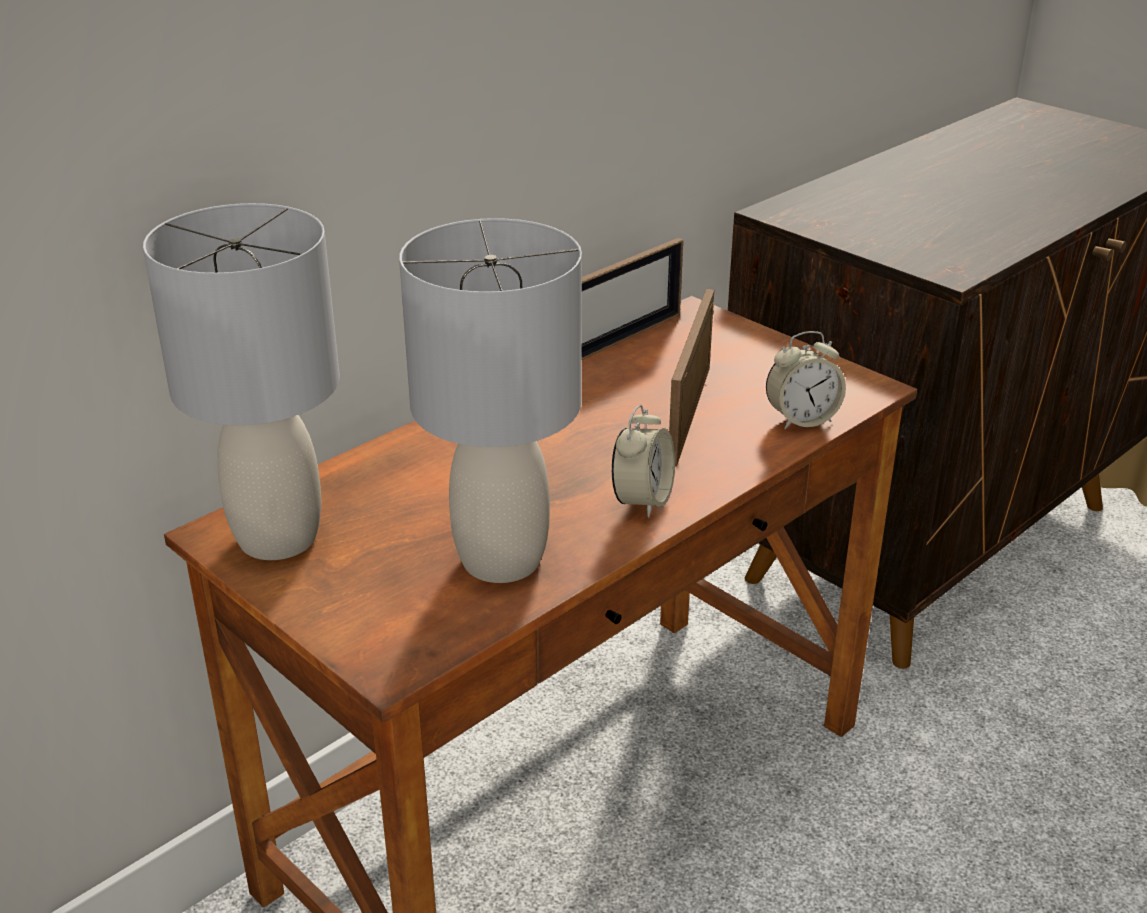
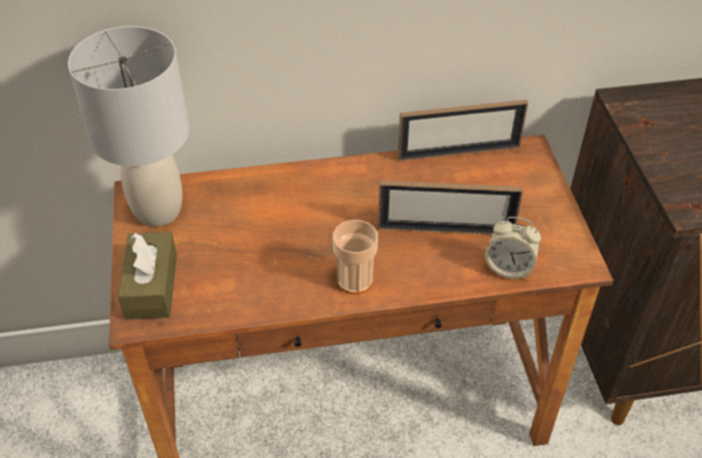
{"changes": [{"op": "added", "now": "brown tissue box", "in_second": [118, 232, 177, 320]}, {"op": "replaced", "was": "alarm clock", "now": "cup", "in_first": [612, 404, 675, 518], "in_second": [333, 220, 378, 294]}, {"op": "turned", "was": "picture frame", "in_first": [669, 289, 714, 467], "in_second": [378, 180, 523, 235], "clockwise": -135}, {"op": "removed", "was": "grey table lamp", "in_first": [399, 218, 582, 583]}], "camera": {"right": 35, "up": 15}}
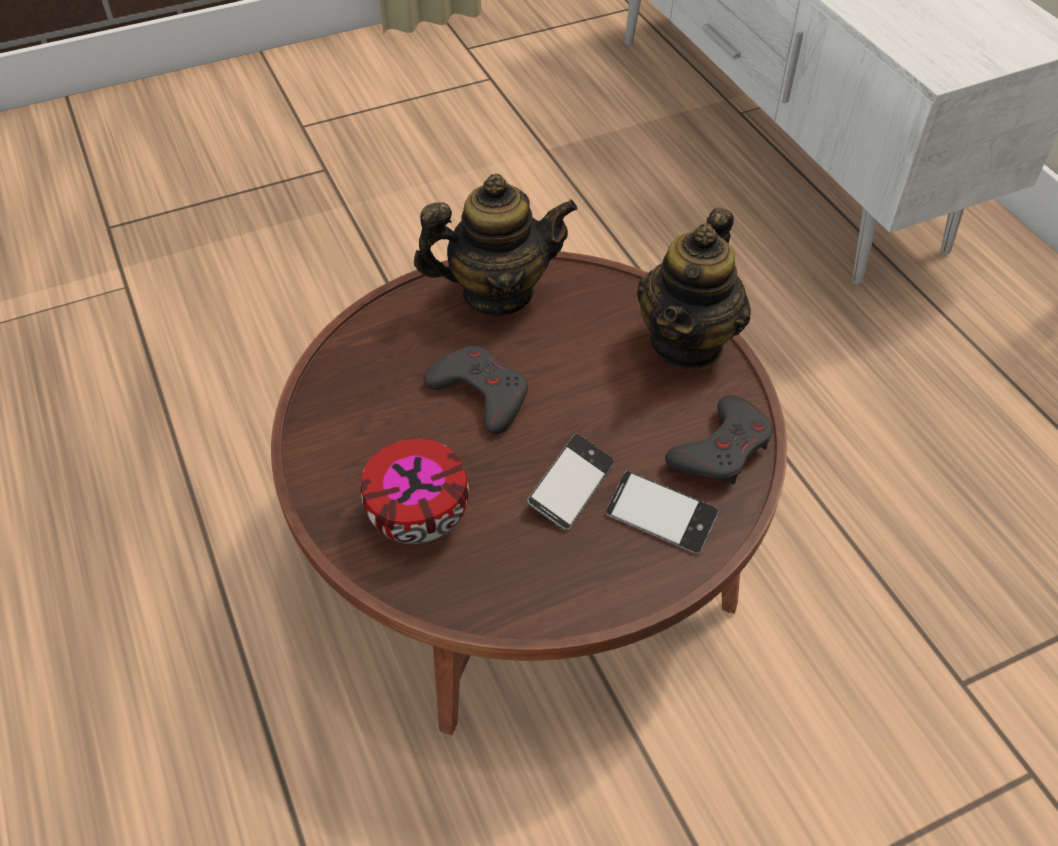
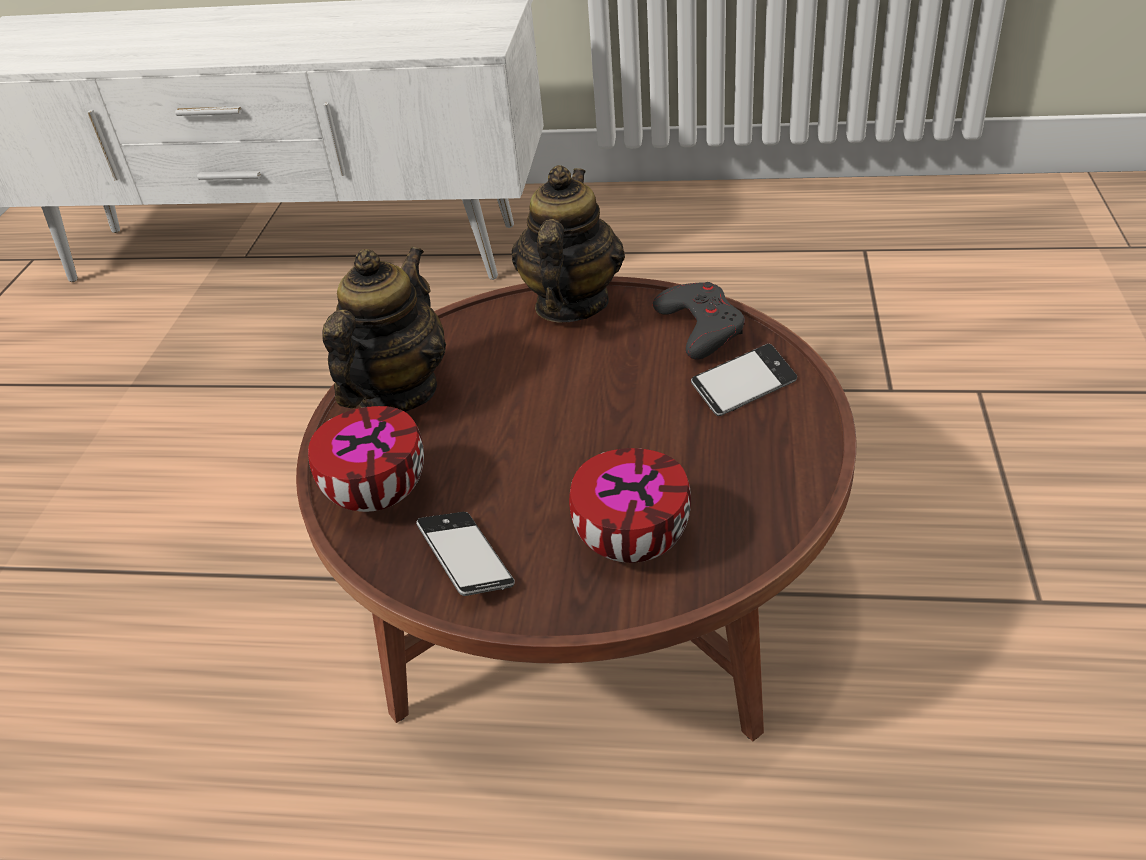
{"changes": [{"op": "added", "now": "bowl", "in_second": [308, 406, 424, 512]}, {"op": "moved", "was": "phone", "in_first": [527, 434, 614, 530], "in_second": [416, 512, 515, 596]}, {"op": "turned", "was": "teapot", "in_first": [637, 207, 751, 370], "in_second": [512, 165, 625, 323], "clockwise": -135}, {"op": "removed", "was": "grey game controller", "in_first": [424, 346, 528, 435]}], "camera": {"right": -55, "up": -10}}
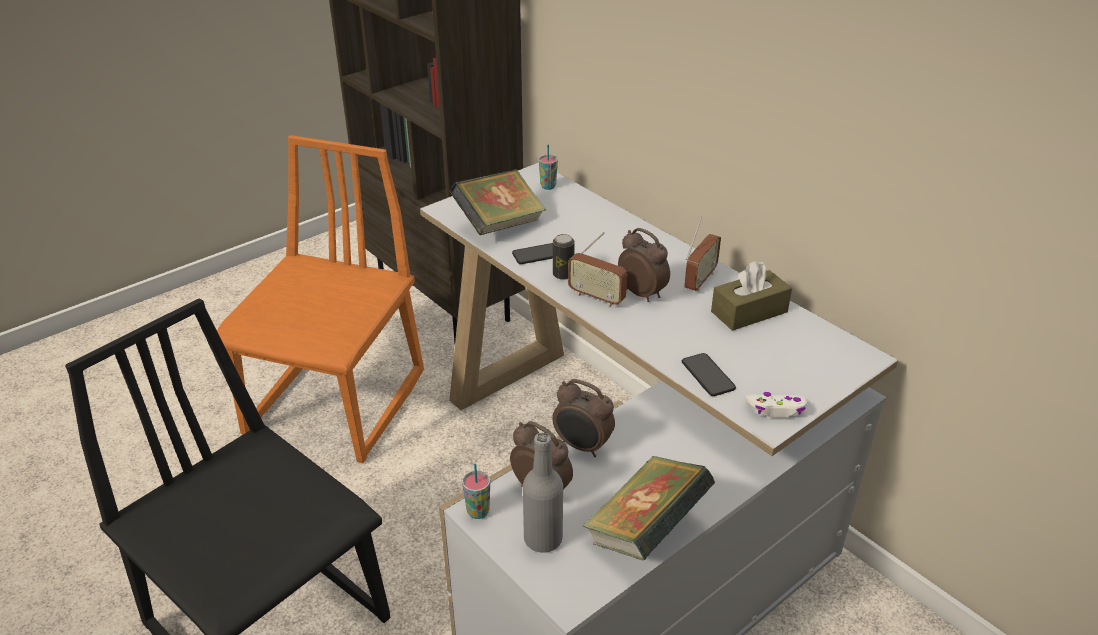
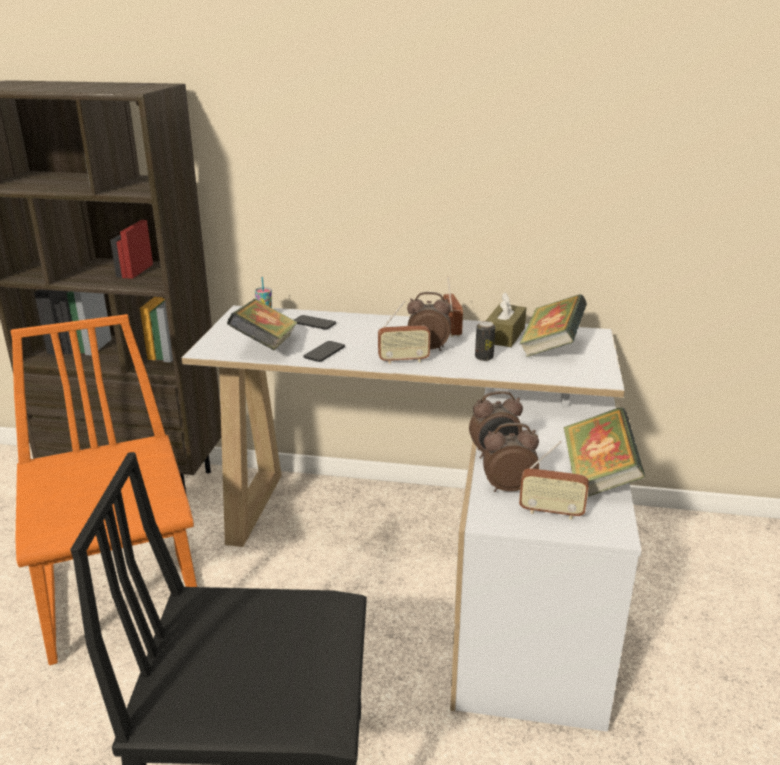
{"changes": [{"op": "moved", "was": "phone", "in_first": [682, 353, 736, 396], "in_second": [294, 315, 336, 330]}, {"op": "moved", "was": "can", "in_first": [553, 234, 575, 280], "in_second": [475, 321, 495, 361]}, {"op": "added", "now": "book", "in_second": [519, 294, 587, 357]}, {"op": "replaced", "was": "grey bottle", "now": "radio", "in_first": [523, 432, 563, 553], "in_second": [519, 441, 589, 519]}, {"op": "removed", "was": "cup", "in_first": [462, 464, 490, 519]}, {"op": "removed", "was": "white game controller", "in_first": [745, 392, 807, 418]}], "camera": {"right": -40, "up": -10}}
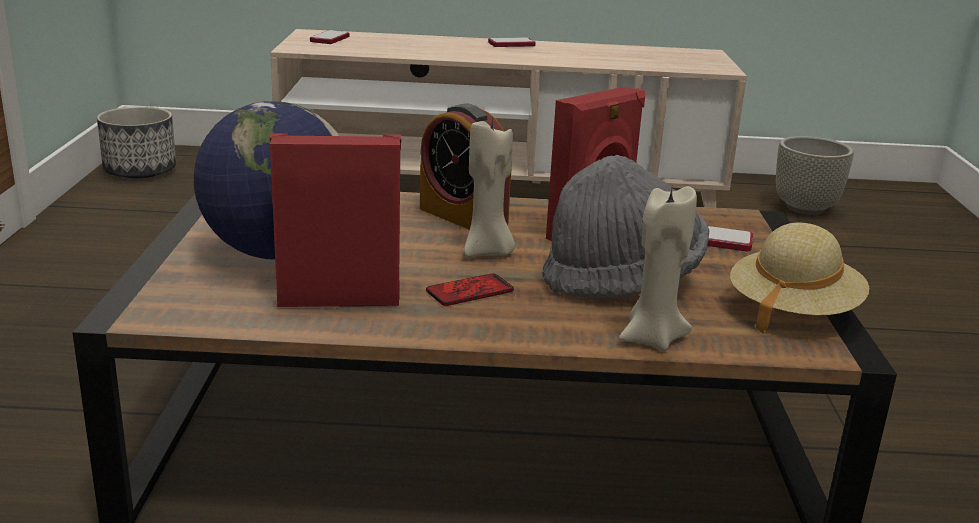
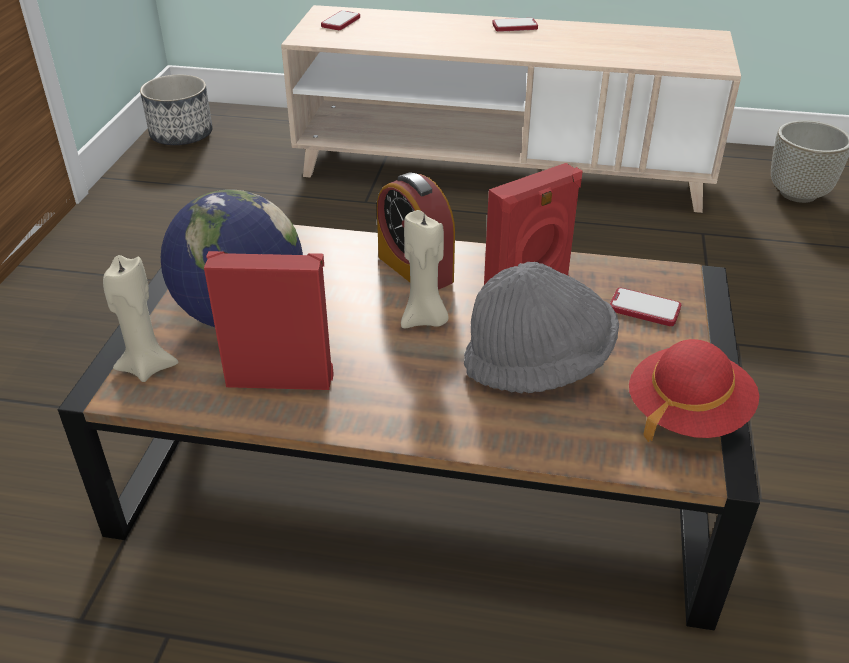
{"changes": [{"op": "moved", "was": "beige candle", "in_first": [619, 186, 697, 352], "in_second": [103, 255, 178, 382]}, {"op": "recoloured", "was": "beige hat", "now": "red hat", "in_first": [730, 223, 869, 333], "in_second": [629, 339, 759, 442]}, {"op": "removed", "was": "phone", "in_first": [426, 273, 514, 306]}], "camera": {"right": 10, "up": 15}}
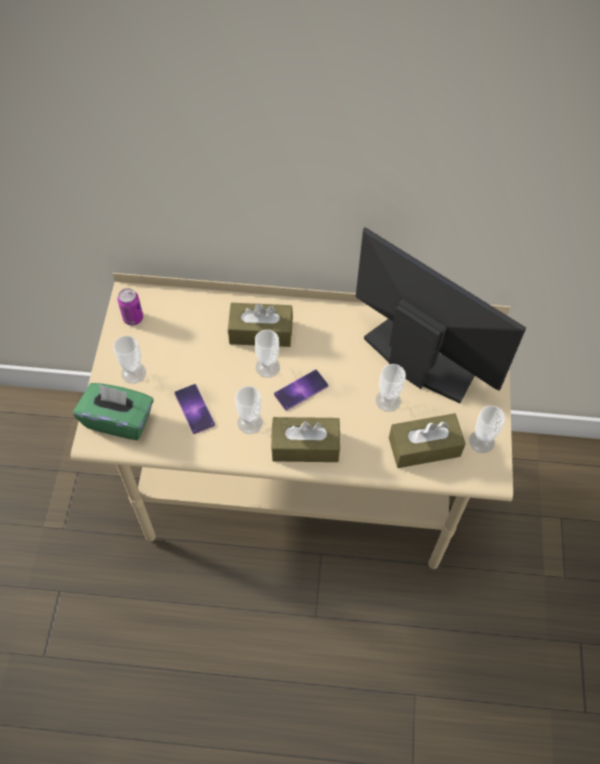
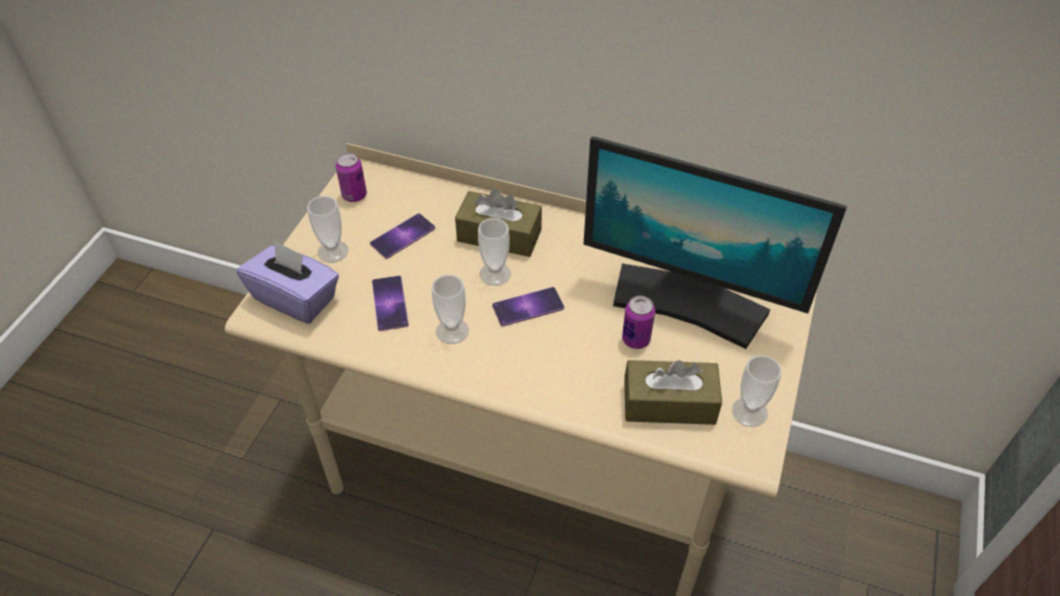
{"changes": [{"op": "recoloured", "was": "green tissue box", "now": "purple tissue box", "in_first": [73, 383, 154, 440], "in_second": [237, 241, 339, 324]}, {"op": "added", "now": "phone", "in_second": [370, 213, 435, 259]}, {"op": "turned", "was": "monitor", "in_first": [356, 227, 526, 404], "in_second": [583, 136, 847, 349], "clockwise": 150}, {"op": "replaced", "was": "cup", "now": "can", "in_first": [376, 364, 406, 412], "in_second": [622, 296, 655, 349]}, {"op": "removed", "was": "brown tissue box", "in_first": [271, 417, 340, 462]}], "camera": {"right": 15, "up": -10}}
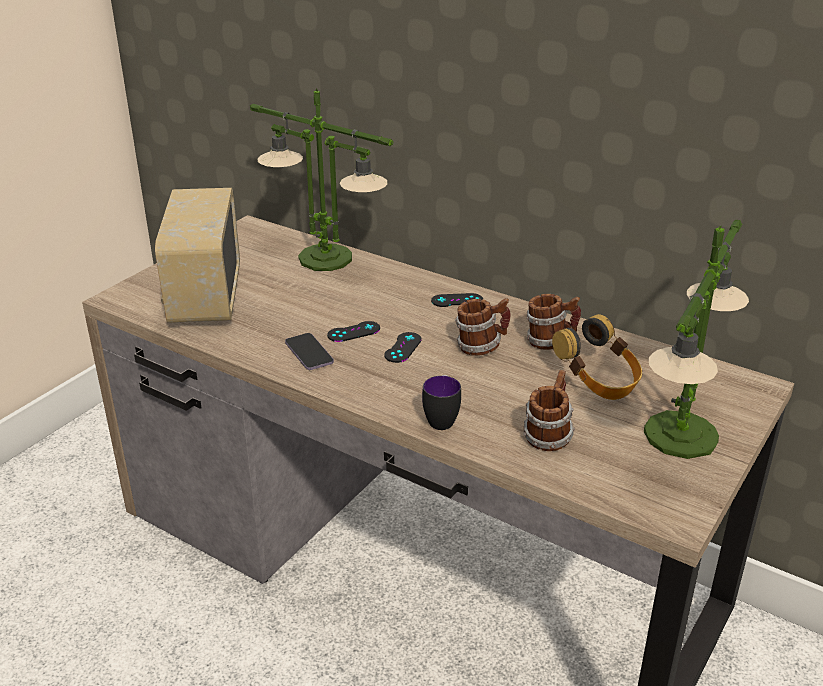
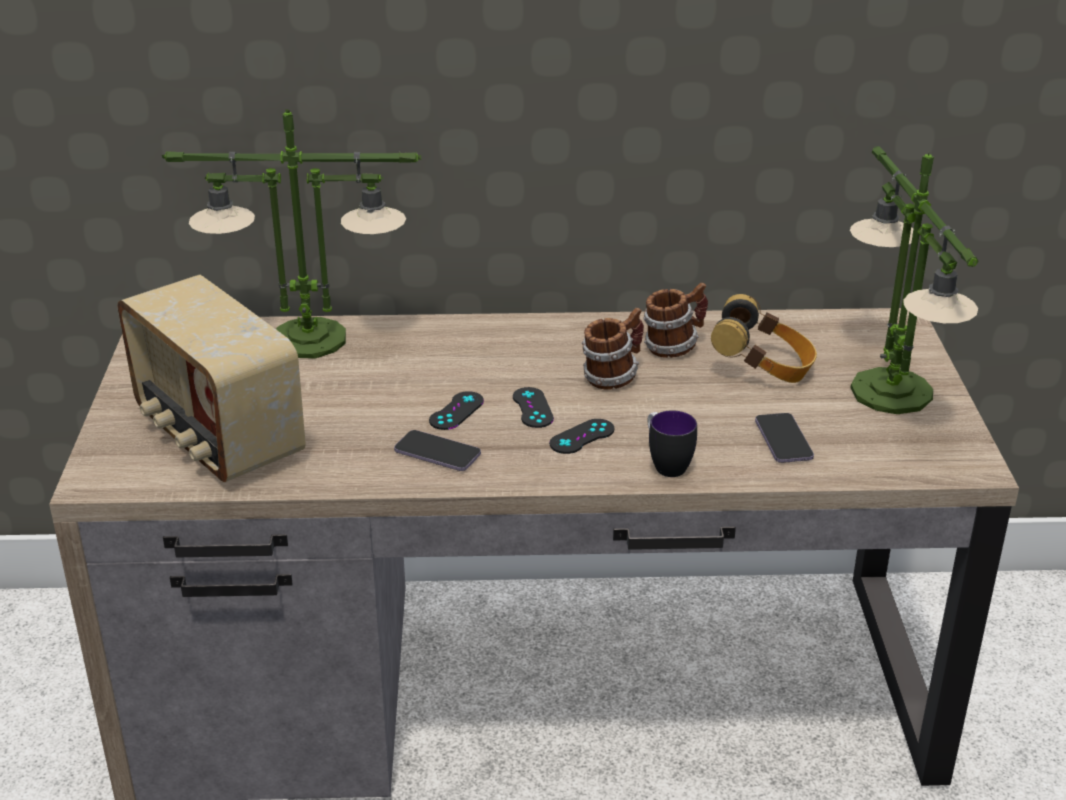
{"changes": [{"op": "moved", "was": "black game controller", "in_first": [431, 293, 483, 307], "in_second": [549, 419, 614, 454]}, {"op": "replaced", "was": "mug", "now": "phone", "in_first": [523, 370, 575, 451], "in_second": [755, 413, 814, 463]}], "camera": {"right": -35, "up": 0}}
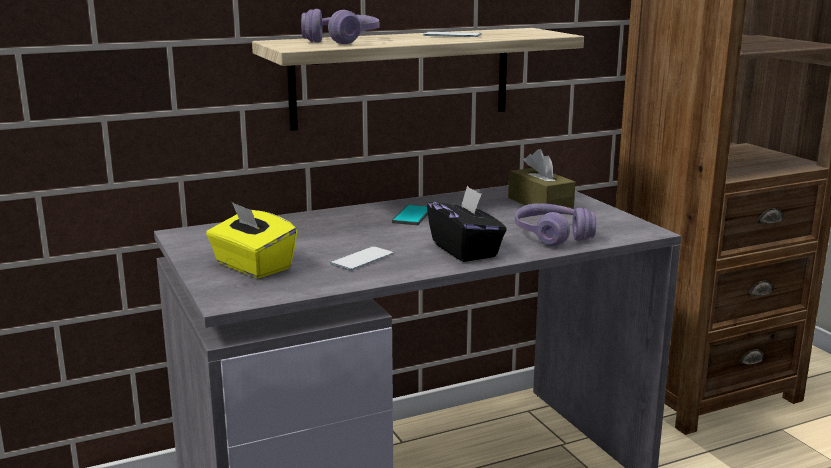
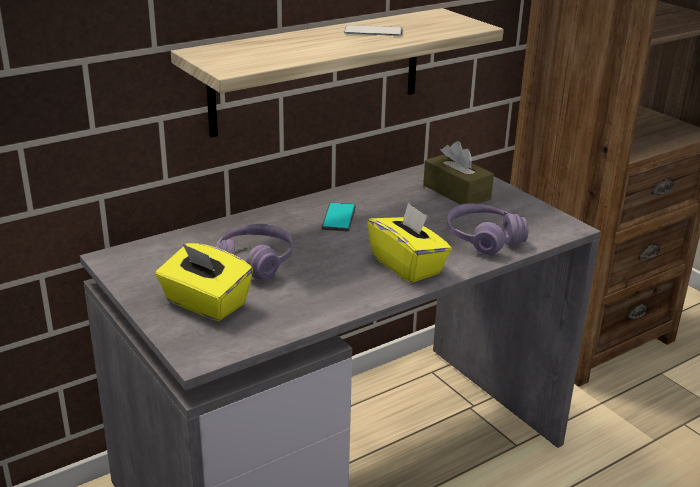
{"changes": [{"op": "moved", "was": "purple headphones", "in_first": [301, 9, 379, 44], "in_second": [214, 224, 293, 280]}, {"op": "recoloured", "was": "black tissue box", "now": "yellow tissue box", "in_first": [427, 185, 507, 262], "in_second": [367, 202, 452, 283]}, {"op": "removed", "was": "phone", "in_first": [330, 246, 394, 270]}], "camera": {"right": -10, "up": 10}}
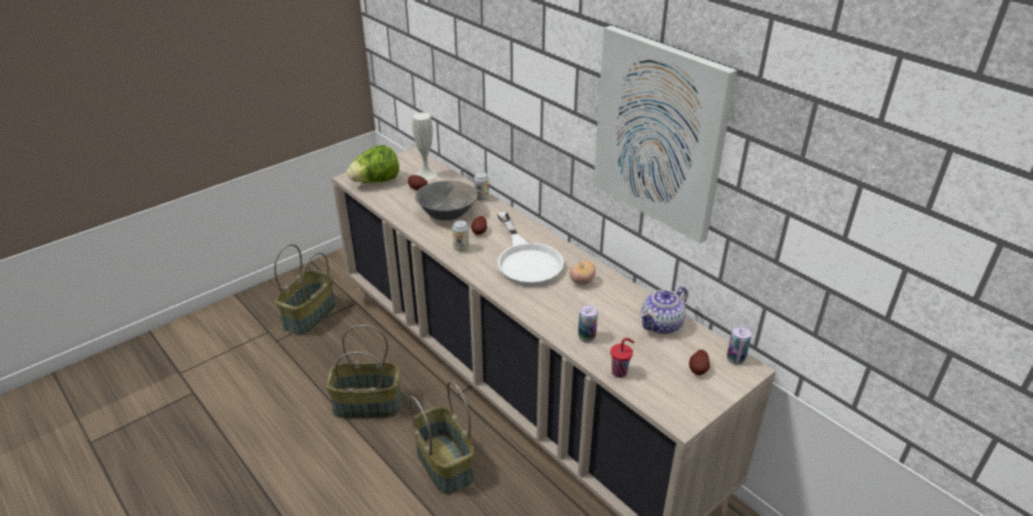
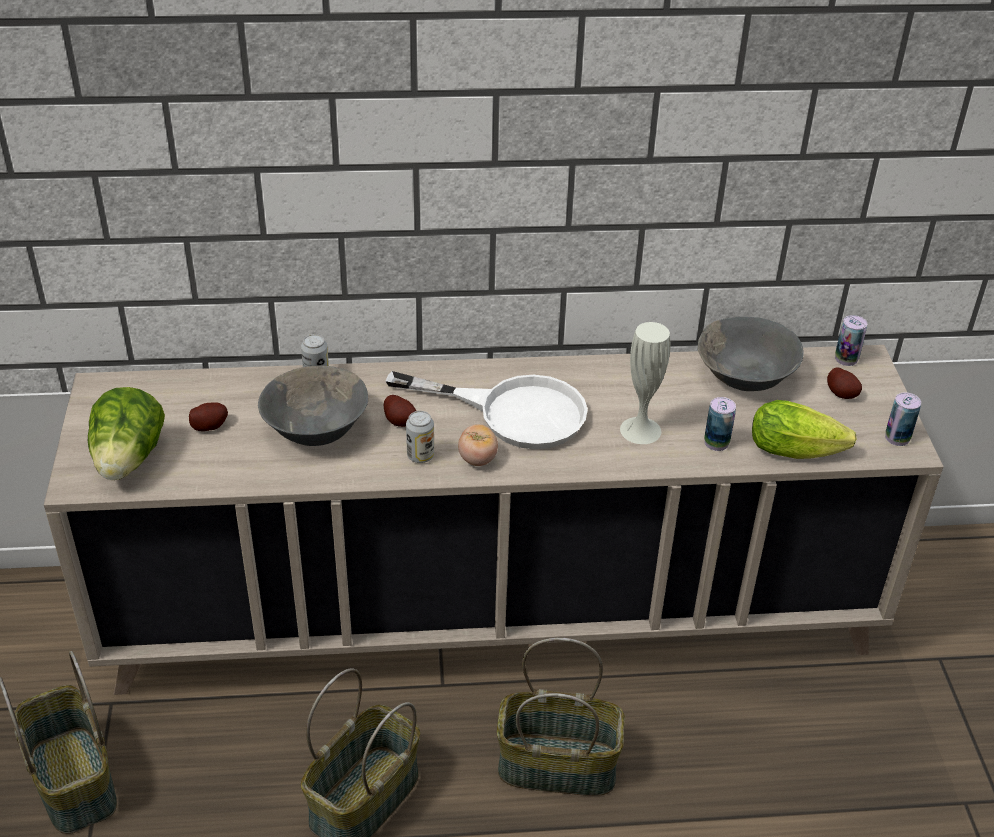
{"changes": [{"op": "moved", "was": "tomato", "in_first": [570, 261, 596, 285], "in_second": [458, 424, 498, 466]}, {"op": "moved", "was": "white vase", "in_first": [412, 112, 437, 180], "in_second": [620, 322, 670, 444]}, {"op": "replaced", "was": "teapot", "now": "grey bowl", "in_first": [640, 286, 688, 334], "in_second": [698, 317, 803, 391]}, {"op": "replaced", "was": "red cup", "now": "lettuce", "in_first": [610, 338, 634, 378], "in_second": [752, 400, 857, 459]}, {"op": "added", "now": "can", "in_second": [885, 392, 921, 446]}, {"op": "removed", "was": "picture", "in_first": [593, 25, 737, 244]}], "camera": {"right": -55, "up": 5}}
